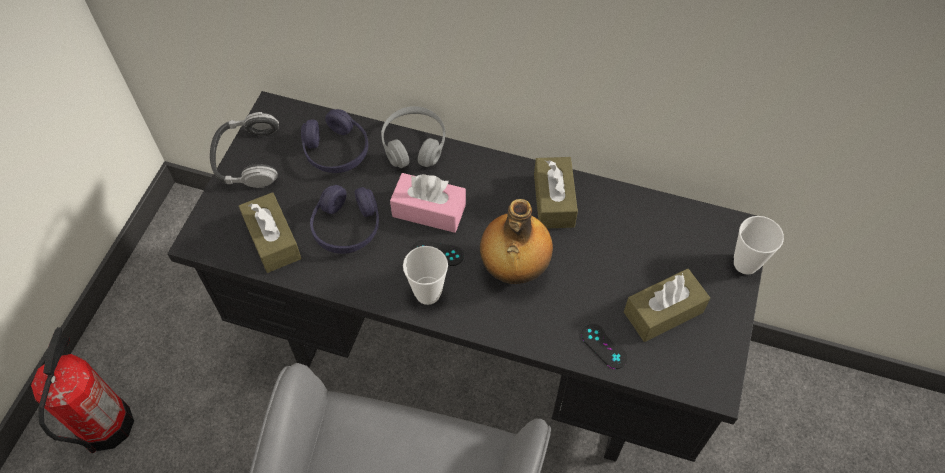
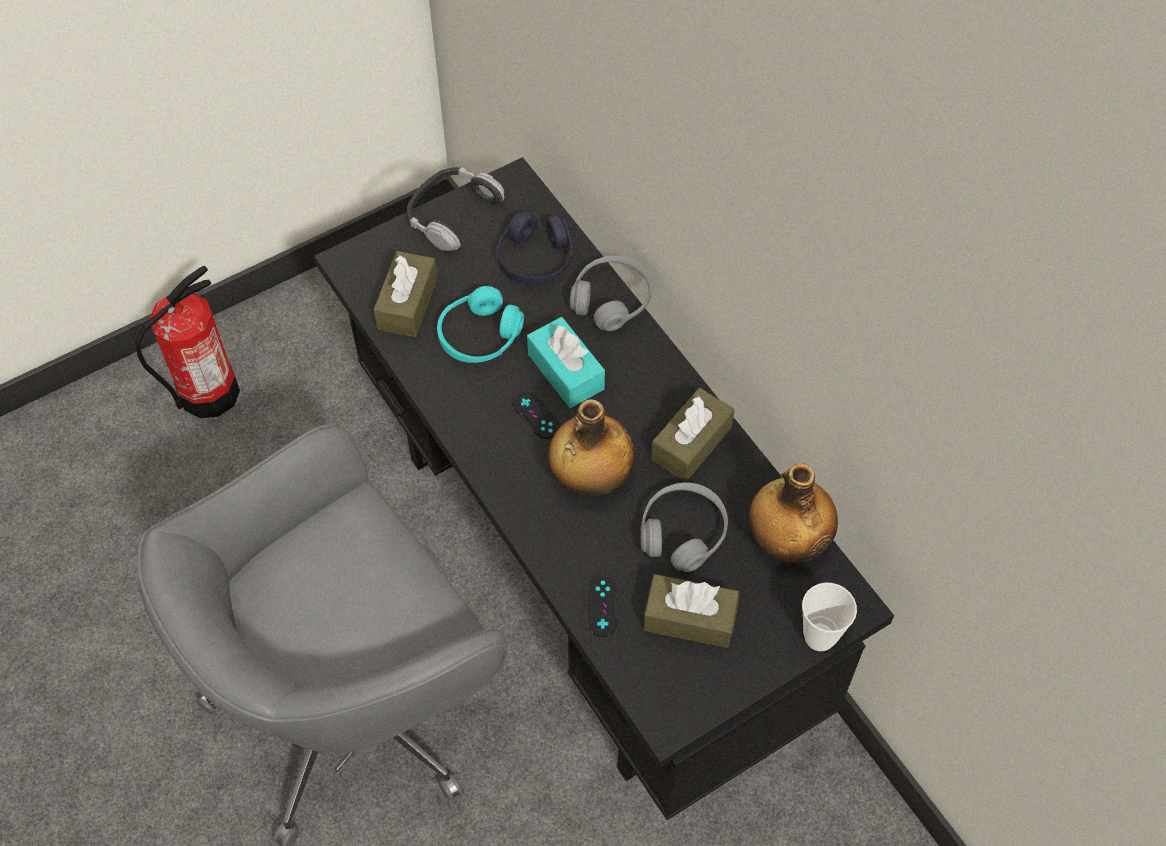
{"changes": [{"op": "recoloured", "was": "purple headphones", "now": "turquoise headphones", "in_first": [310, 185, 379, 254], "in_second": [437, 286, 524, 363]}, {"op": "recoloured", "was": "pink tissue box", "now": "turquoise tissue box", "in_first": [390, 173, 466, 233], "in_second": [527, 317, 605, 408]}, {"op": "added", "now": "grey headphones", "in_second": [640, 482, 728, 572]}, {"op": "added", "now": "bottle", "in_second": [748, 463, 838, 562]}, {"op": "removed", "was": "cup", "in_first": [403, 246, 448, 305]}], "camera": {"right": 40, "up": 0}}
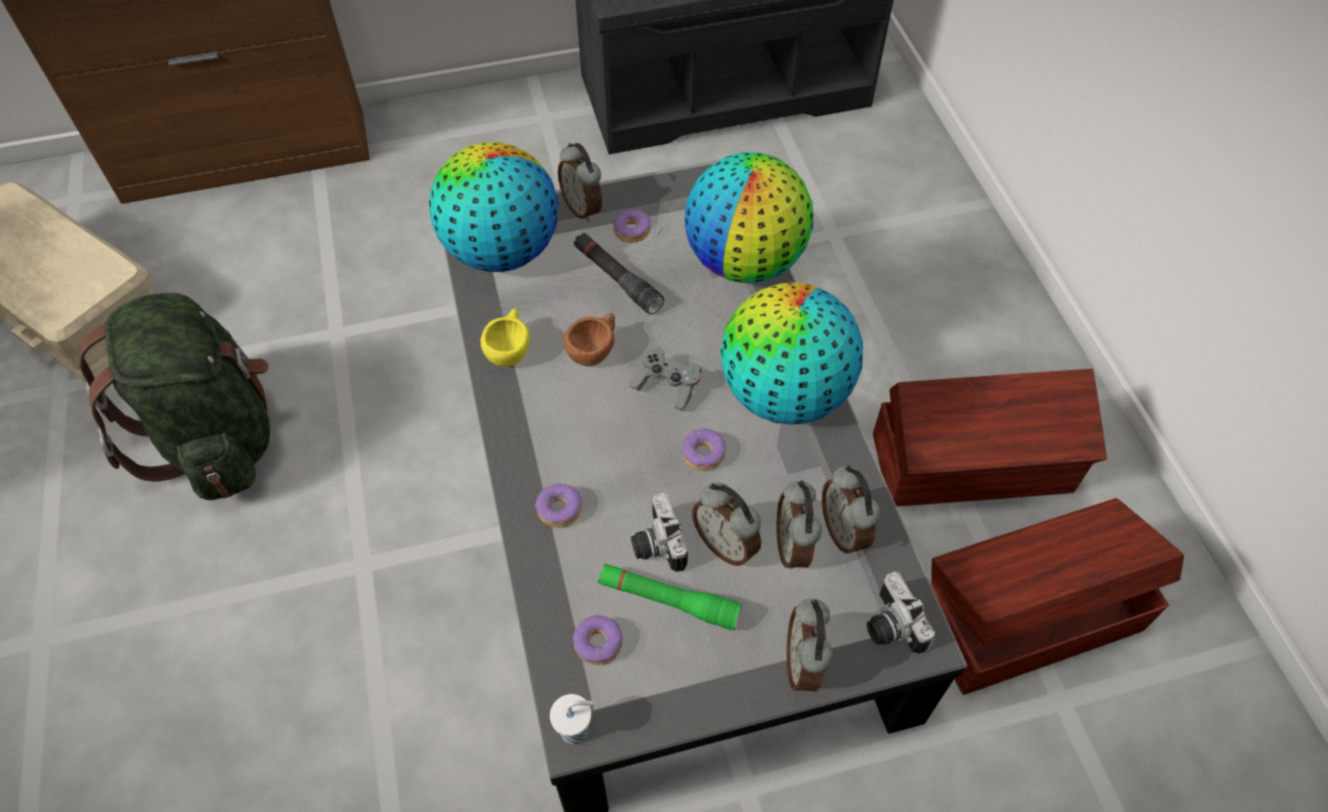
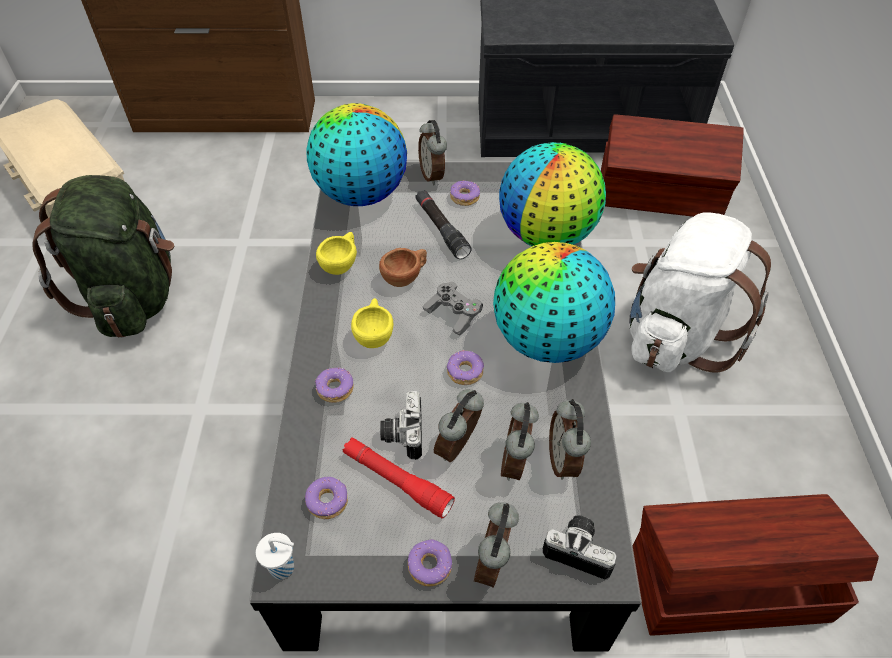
{"changes": [{"op": "recoloured", "was": "green flashlight", "now": "red flashlight", "in_first": [598, 564, 742, 630], "in_second": [343, 437, 455, 519]}, {"op": "added", "now": "yellow cup", "in_second": [351, 298, 393, 348]}, {"op": "added", "now": "donut", "in_second": [408, 539, 452, 587]}, {"op": "turned", "was": "alarm clock", "in_first": [692, 483, 761, 566], "in_second": [434, 389, 484, 463], "clockwise": 60}, {"op": "turned", "was": "photo camera", "in_first": [867, 571, 935, 654], "in_second": [543, 515, 617, 580], "clockwise": 120}, {"op": "moved", "was": "brown storage box", "in_first": [873, 369, 1107, 506], "in_second": [601, 114, 744, 217]}, {"op": "added", "now": "white backpack", "in_second": [629, 212, 771, 373]}], "camera": {"right": 15, "up": -5}}
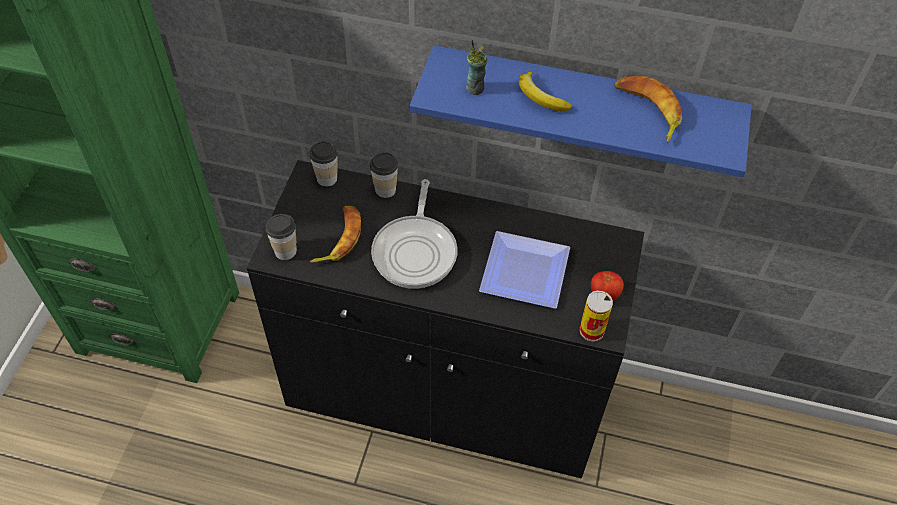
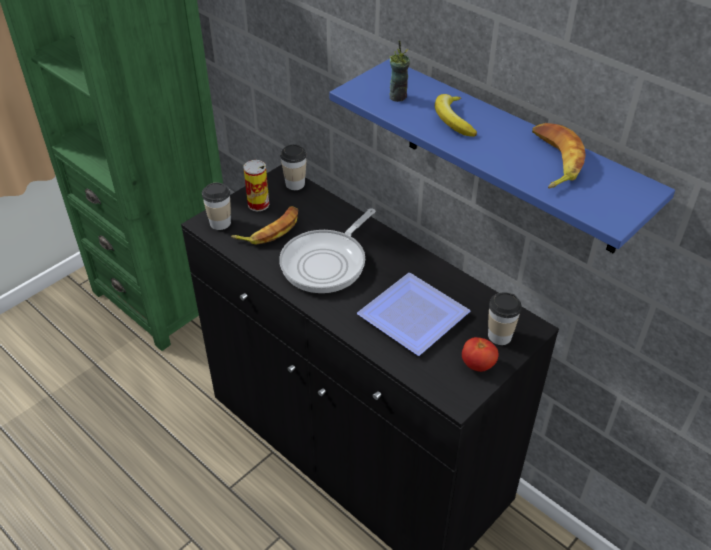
{"changes": [{"op": "moved", "was": "can", "in_first": [580, 290, 613, 342], "in_second": [243, 160, 269, 212]}, {"op": "moved", "was": "cup", "in_first": [370, 152, 398, 198], "in_second": [488, 292, 522, 345]}], "camera": {"right": 30, "up": -10}}
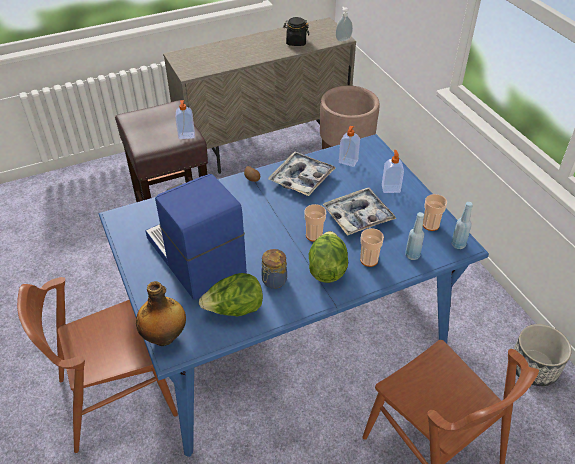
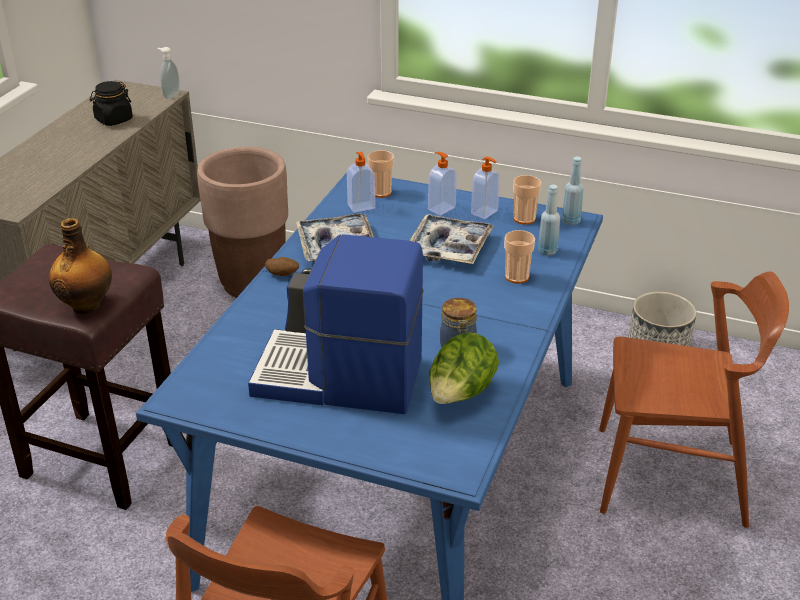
{"changes": [{"op": "moved", "was": "bottle", "in_first": [136, 281, 186, 346], "in_second": [49, 218, 112, 314]}, {"op": "moved", "was": "cup", "in_first": [304, 204, 326, 242], "in_second": [367, 150, 394, 198]}, {"op": "moved", "was": "soap dispenser", "in_first": [176, 100, 195, 139], "in_second": [471, 157, 500, 219]}, {"op": "removed", "was": "lettuce", "in_first": [309, 231, 348, 283]}], "camera": {"right": -45, "up": -10}}
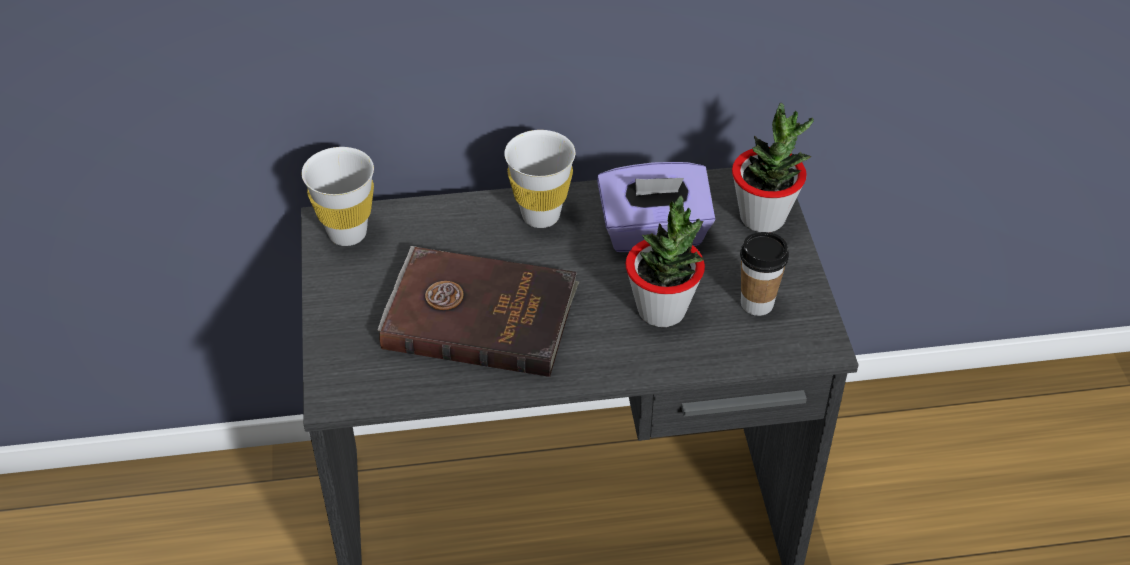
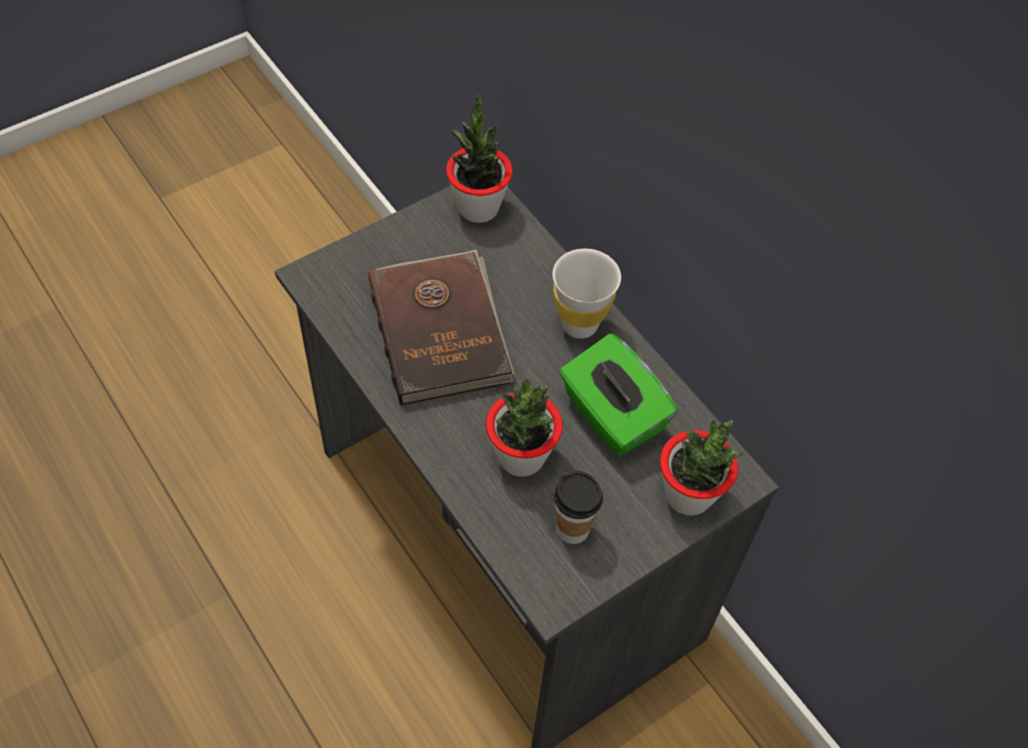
{"changes": [{"op": "replaced", "was": "white cup", "now": "potted plant", "in_first": [302, 147, 374, 246], "in_second": [446, 94, 513, 223]}, {"op": "recoloured", "was": "purple tissue box", "now": "green tissue box", "in_first": [597, 162, 715, 252], "in_second": [559, 333, 678, 456]}], "camera": {"right": 60, "up": 10}}
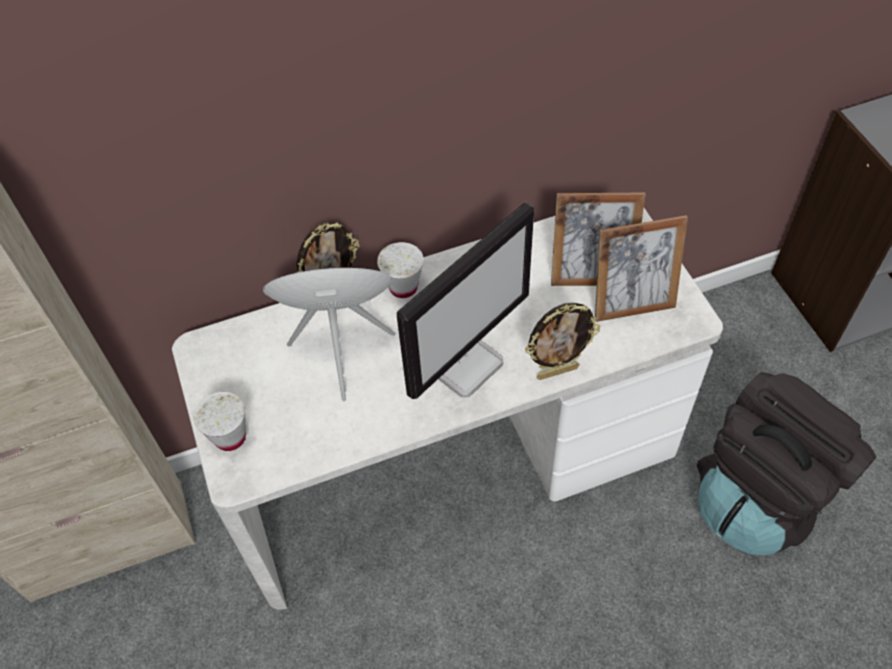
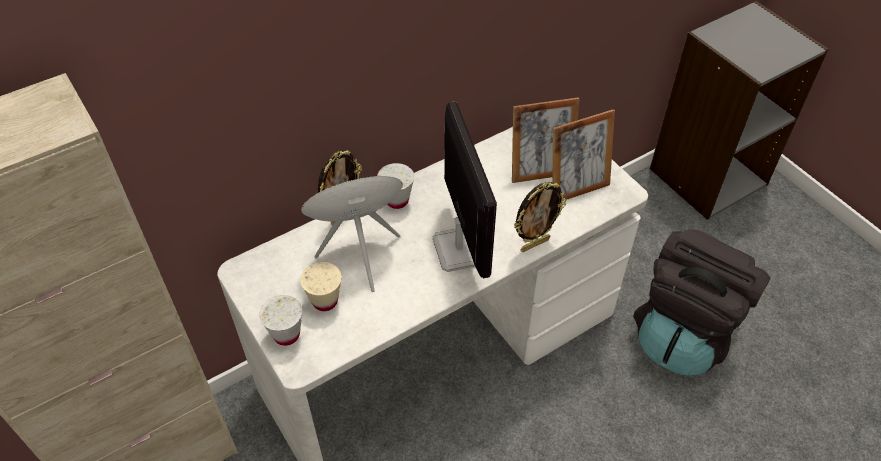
{"changes": [{"op": "added", "now": "beige cup", "in_second": [300, 262, 342, 311]}, {"op": "turned", "was": "monitor", "in_first": [397, 203, 534, 399], "in_second": [433, 101, 497, 278], "clockwise": -45}], "camera": {"right": -15, "up": -5}}
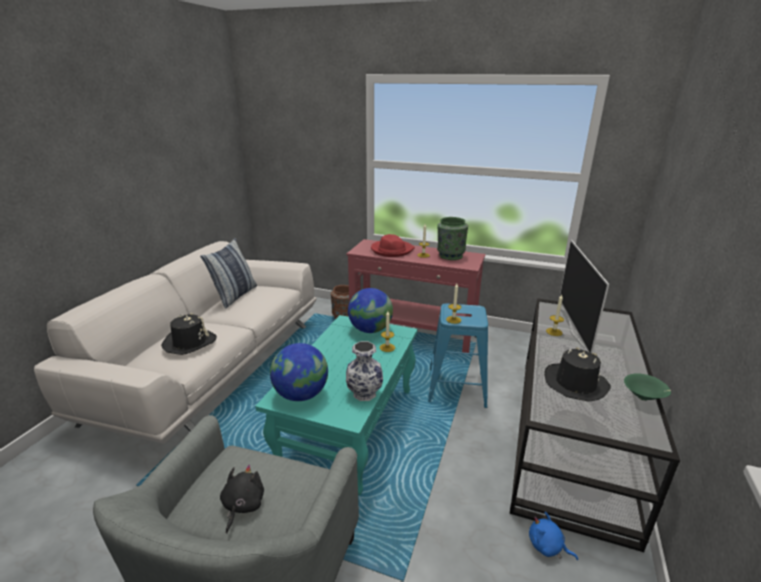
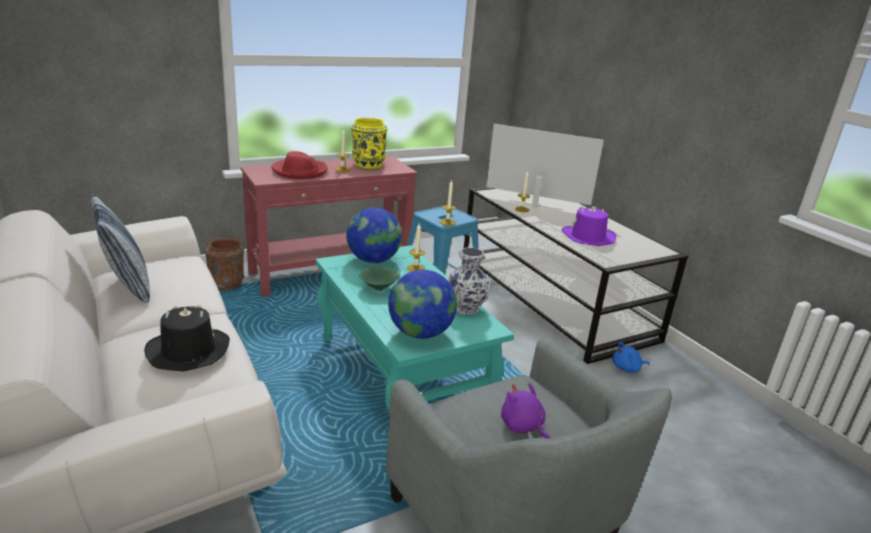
{"changes": [{"op": "recoloured", "was": "green vase", "now": "yellow vase", "in_first": [437, 217, 468, 260], "in_second": [351, 118, 387, 169]}, {"op": "moved", "was": "green bowl", "in_first": [624, 373, 671, 401], "in_second": [359, 266, 400, 291]}, {"op": "turned", "was": "television", "in_first": [560, 240, 609, 353], "in_second": [486, 124, 604, 211], "clockwise": 150}, {"op": "recoloured", "was": "black plush toy", "now": "purple plush toy", "in_first": [220, 465, 264, 534], "in_second": [501, 383, 551, 438]}, {"op": "recoloured", "was": "black hat", "now": "purple hat", "in_first": [544, 347, 611, 402], "in_second": [562, 206, 616, 246]}], "camera": {"right": -50, "up": 0}}
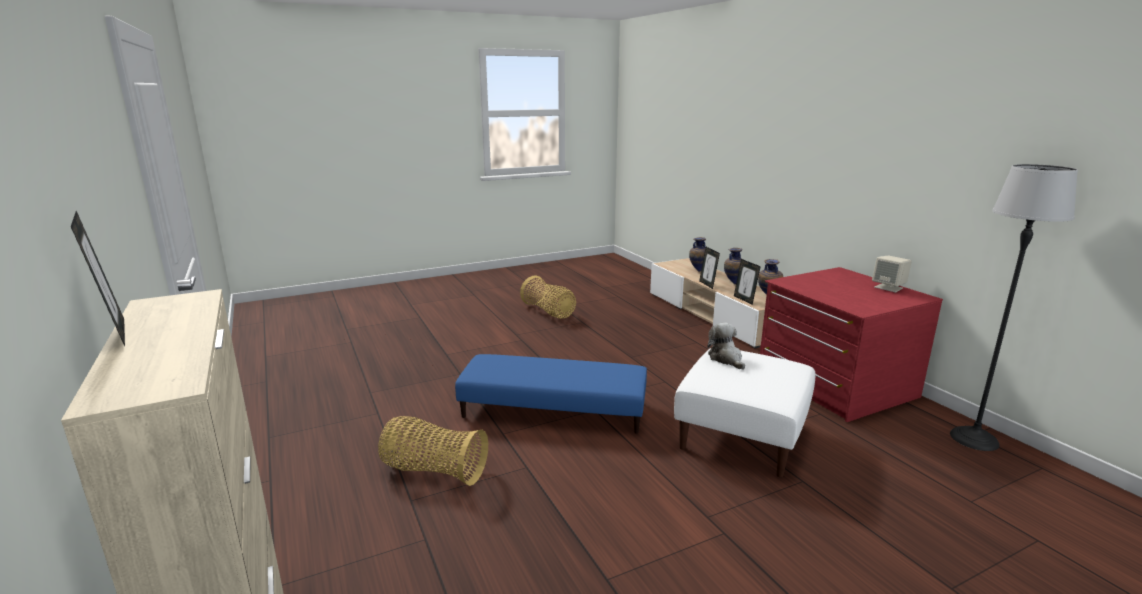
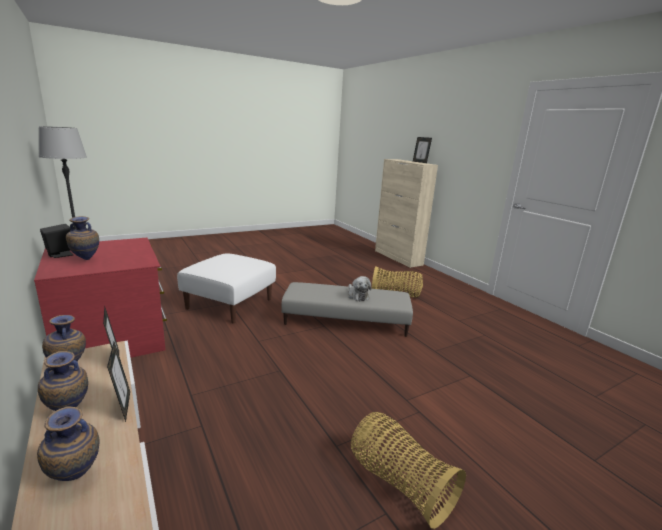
{"changes": [{"op": "recoloured", "was": "beige speaker", "now": "black speaker", "in_first": [872, 256, 912, 292], "in_second": [40, 224, 73, 258]}, {"op": "added", "now": "vase", "in_second": [66, 216, 99, 260]}, {"op": "recoloured", "was": "blue ottoman", "now": "grey ottoman", "in_first": [455, 354, 647, 434], "in_second": [281, 282, 413, 337]}, {"op": "moved", "was": "plush toy", "in_first": [707, 323, 745, 370], "in_second": [348, 276, 371, 301]}], "camera": {"right": 175, "up": 0}}
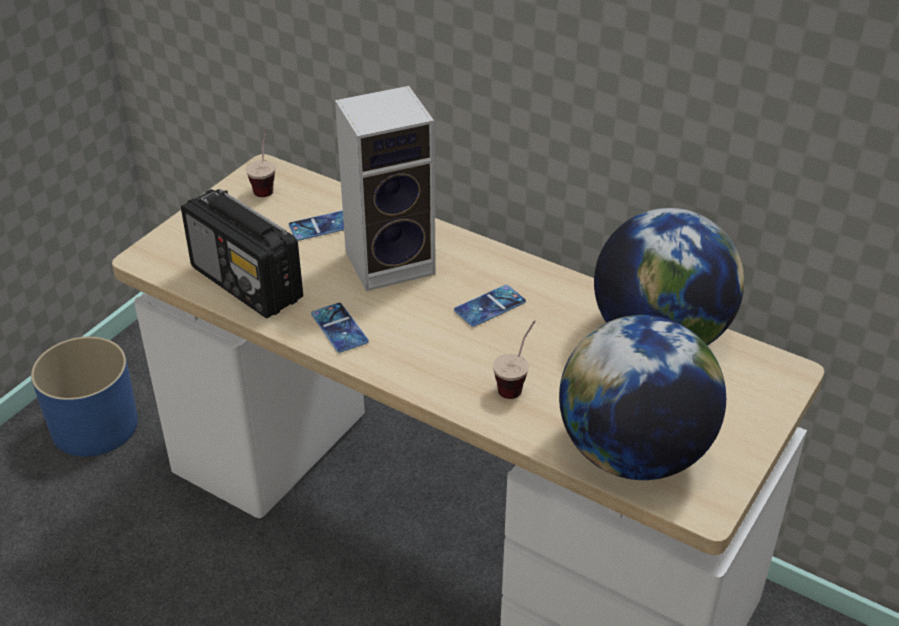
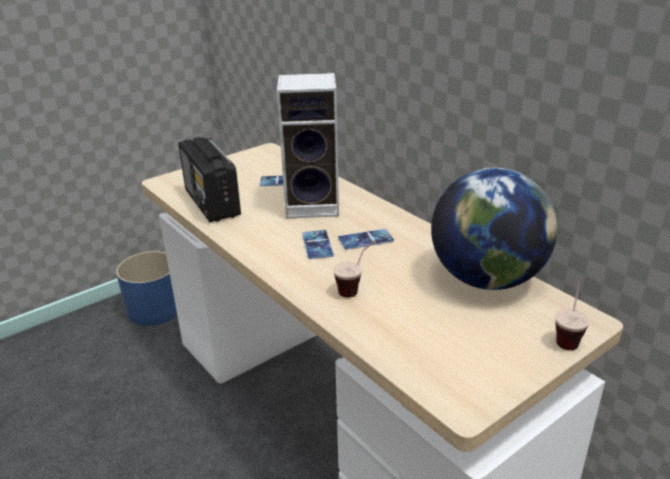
{"changes": [{"op": "moved", "was": "phone", "in_first": [311, 303, 369, 353], "in_second": [302, 230, 334, 259]}, {"op": "moved", "was": "cup", "in_first": [246, 130, 275, 197], "in_second": [555, 277, 590, 350]}, {"op": "removed", "was": "globe", "in_first": [559, 315, 726, 480]}], "camera": {"right": 20, "up": -10}}
